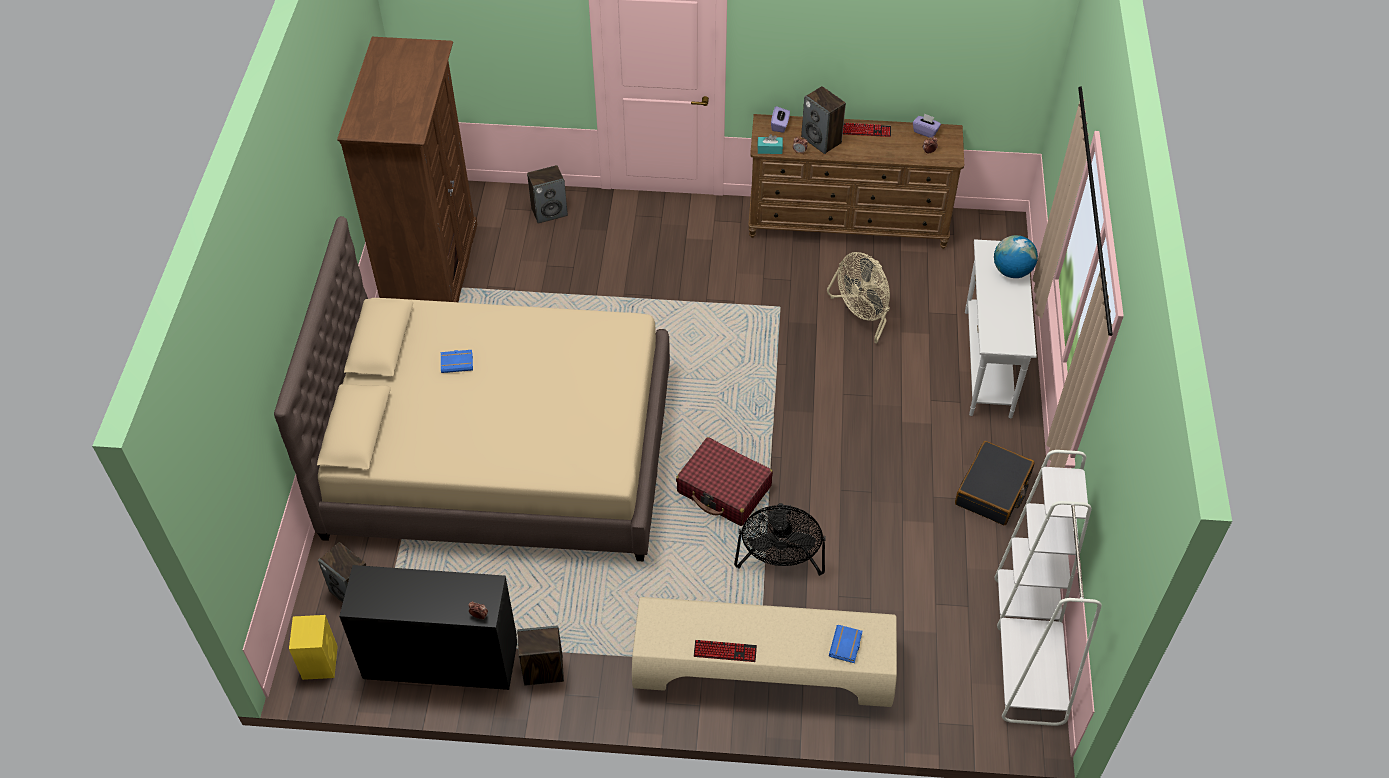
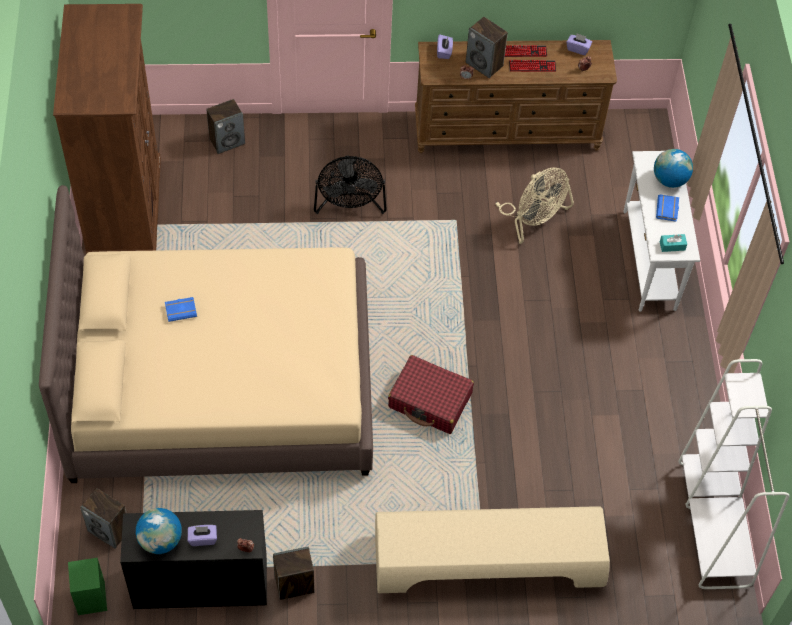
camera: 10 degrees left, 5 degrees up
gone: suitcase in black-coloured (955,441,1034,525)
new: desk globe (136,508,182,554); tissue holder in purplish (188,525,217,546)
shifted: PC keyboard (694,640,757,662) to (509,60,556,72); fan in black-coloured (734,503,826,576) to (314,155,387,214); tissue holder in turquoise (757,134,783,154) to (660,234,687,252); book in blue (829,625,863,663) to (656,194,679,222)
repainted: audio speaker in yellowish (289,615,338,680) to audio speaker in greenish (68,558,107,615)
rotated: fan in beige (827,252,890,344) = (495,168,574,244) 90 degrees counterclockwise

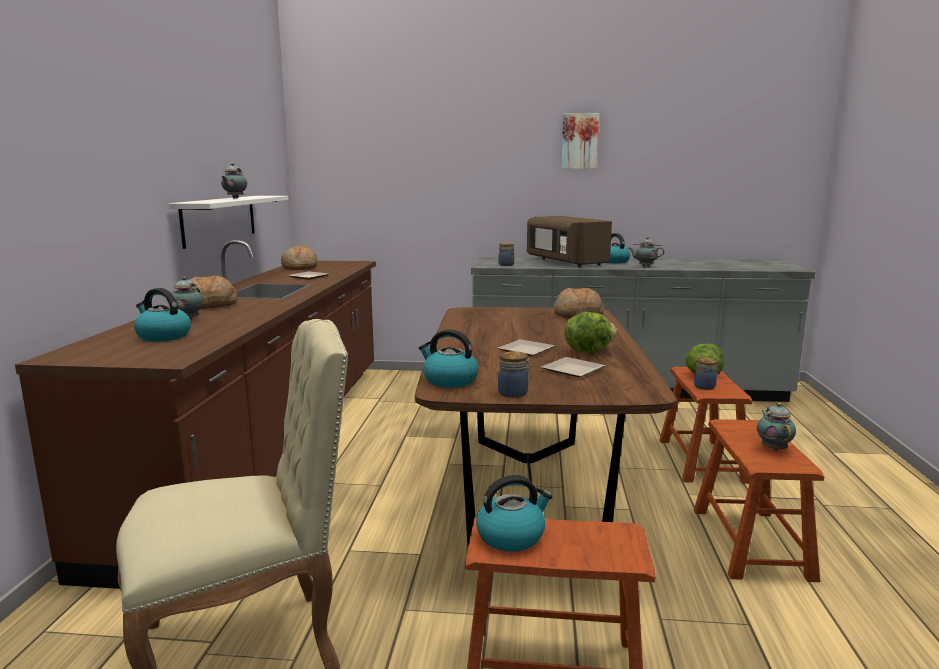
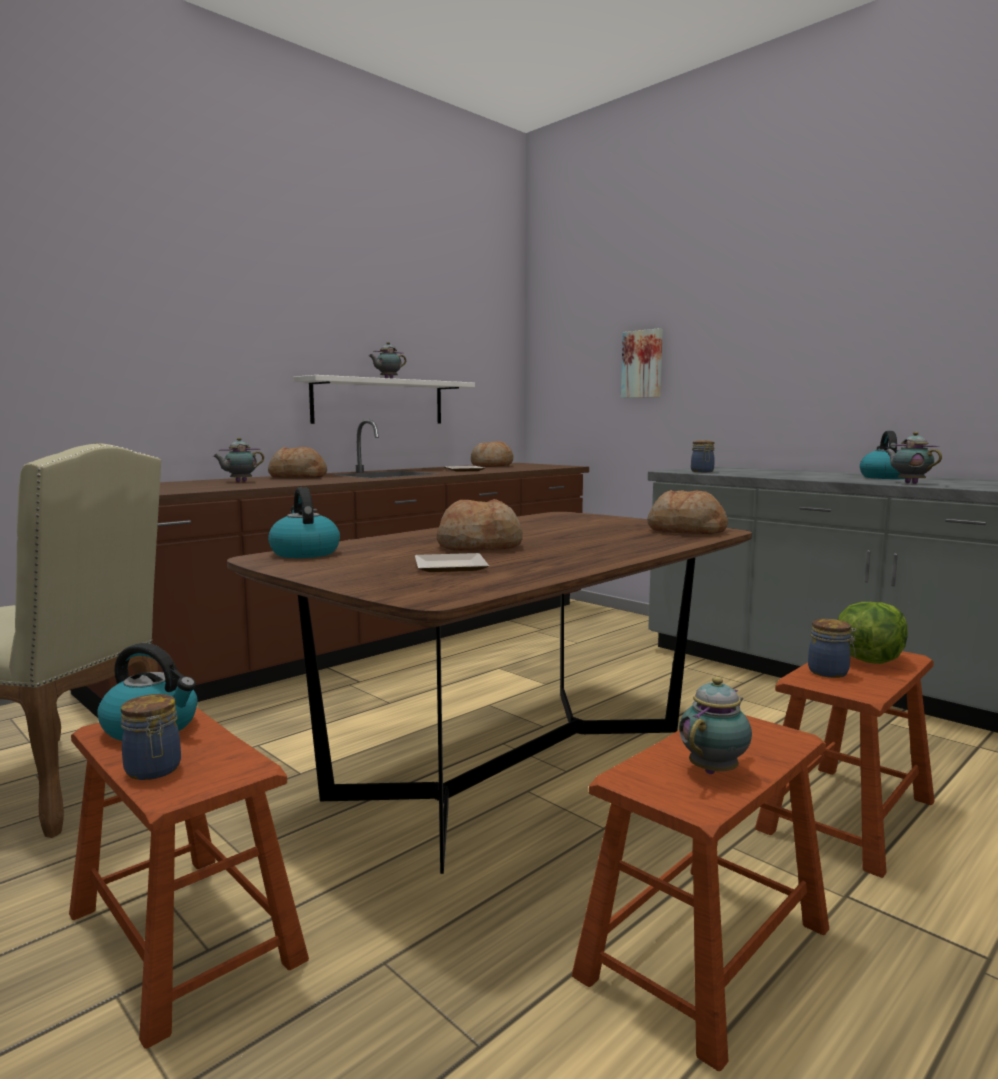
camera: 40 degrees right, 5 degrees down
gone: tea kettle (134,288,191,342); microwave oven in brownish (527,216,612,267); lettuce head (565,312,617,353)
shifted: preserve jar (498,351,532,398) to (121,694,181,780); wall art (561,113,599,169) to (621,328,663,398)
swapped: plate (498,339,554,356) to bakery bread (436,499,523,551)

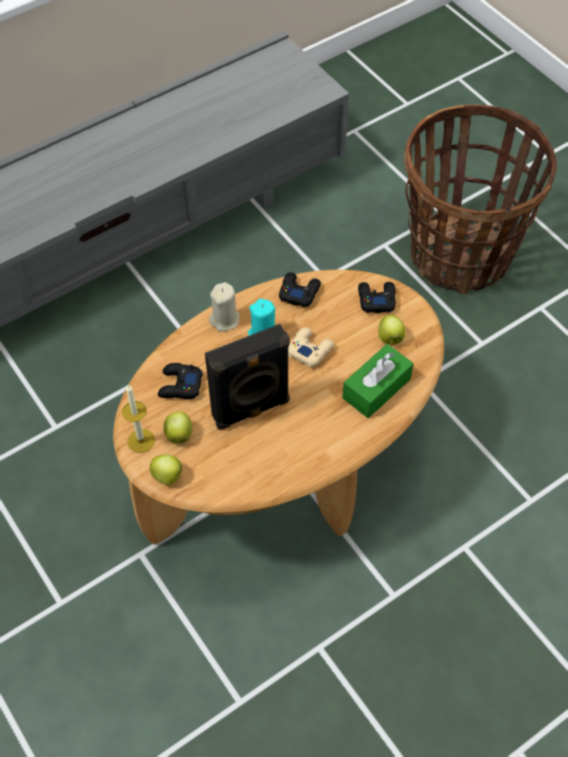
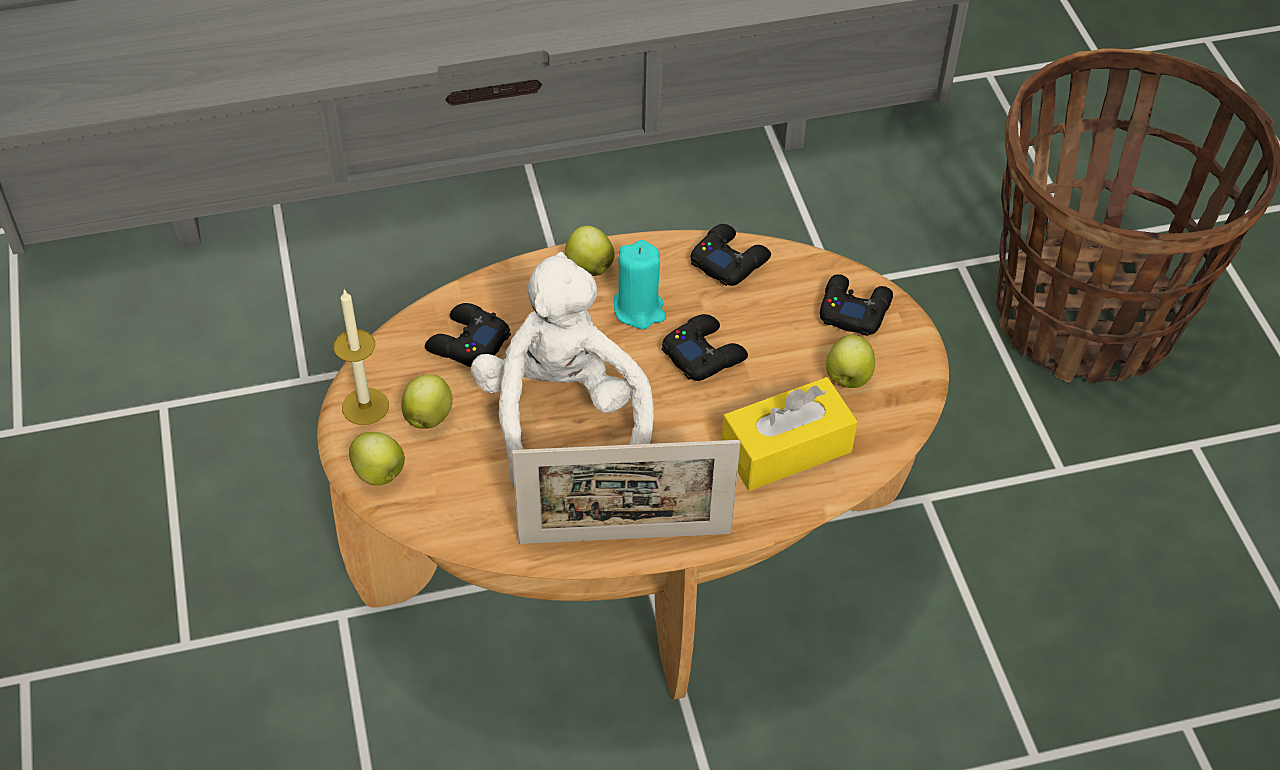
camera: 20 degrees right, 5 degrees down
new: picture frame (512,440,740,544)
swapped: audio speaker in black-coloured (205,324,290,430) to soft toy in white (471,252,654,484); wax candle in beige (209,282,240,332) to apple fruit (565,226,615,276)
repainted: game controller in beige (288,327,334,367) to game controller in black-coloured (662,314,748,381); tissue holder in greenish (342,344,413,418) to tissue holder in yellowish (721,377,858,490)

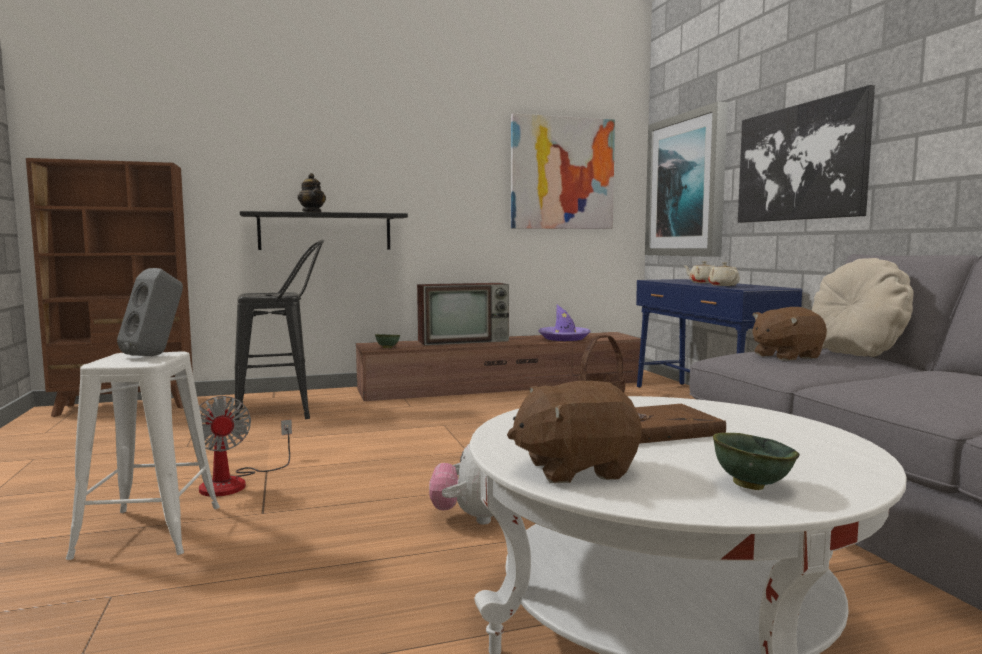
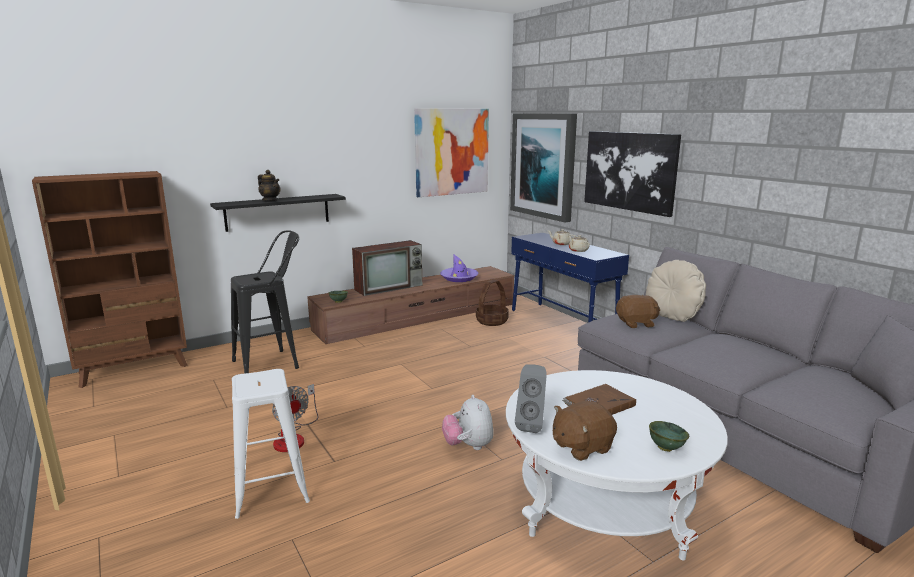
camera: 15 degrees left, 10 degrees up
shifted: audio speaker in gray (117,268,183,356) to (515,364,547,433)
rotated: soft toy in brownish (753,307,827,361) = (616,294,660,328) 150 degrees counterclockwise

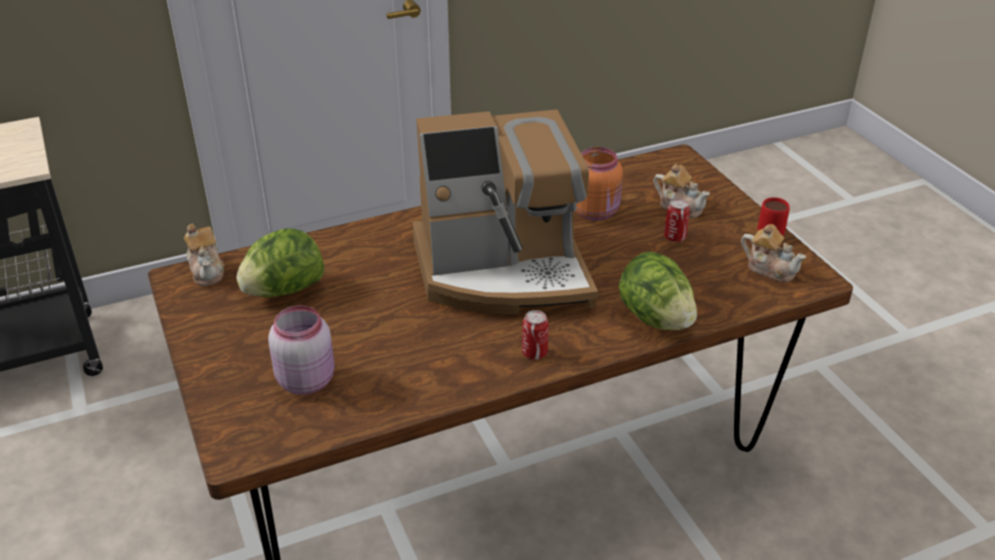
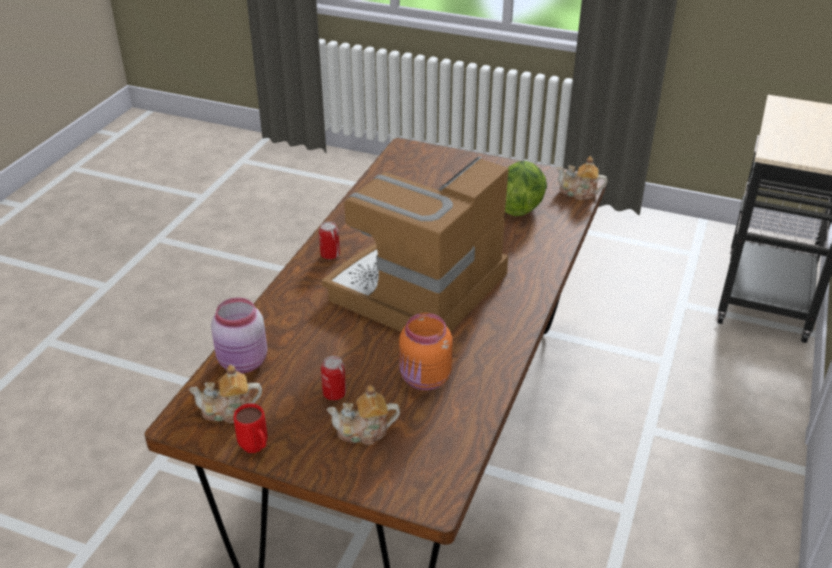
camera: 135 degrees right, 0 degrees up
gone: lettuce head (619,251,697,330)
shifted: preserve jar in pinkish (268,305,335,395) to (211,298,267,373)

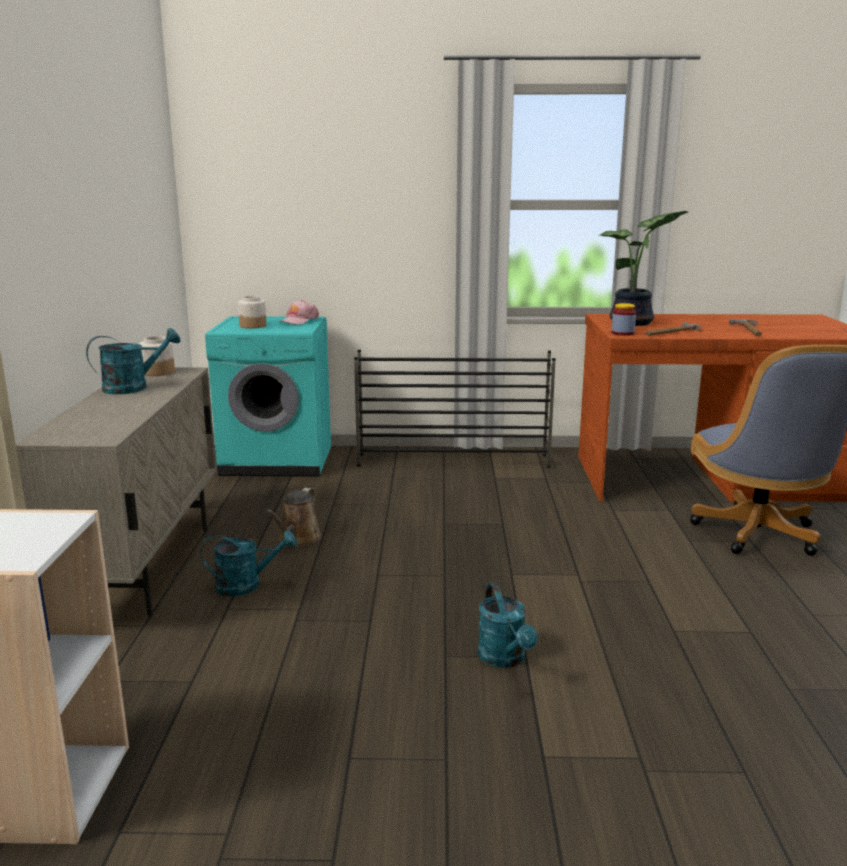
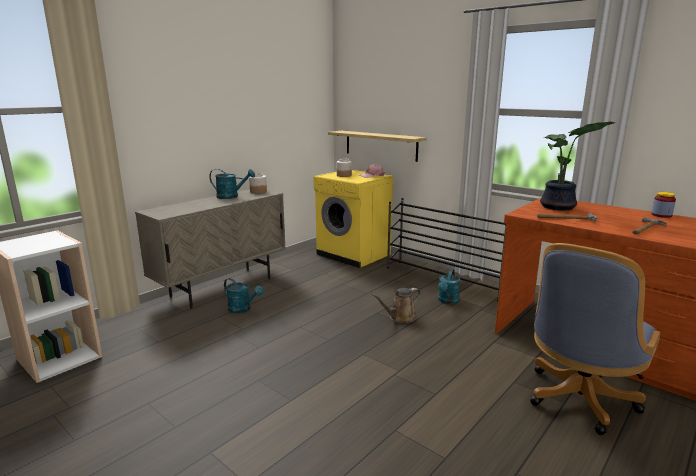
camera: 40 degrees right, 0 degrees up
new: wall shelf (328,131,427,162)
shifted: sprinkling can in brownish (265,488,322,547) to (372,288,421,323); sprinkling can in turquoise (478,583,538,668) to (438,269,460,304); preserve jar (611,303,636,336) to (651,192,676,218)
repainted: washing machine in turquoise (205,316,331,477) to washing machine in yellowish (314,170,393,268)

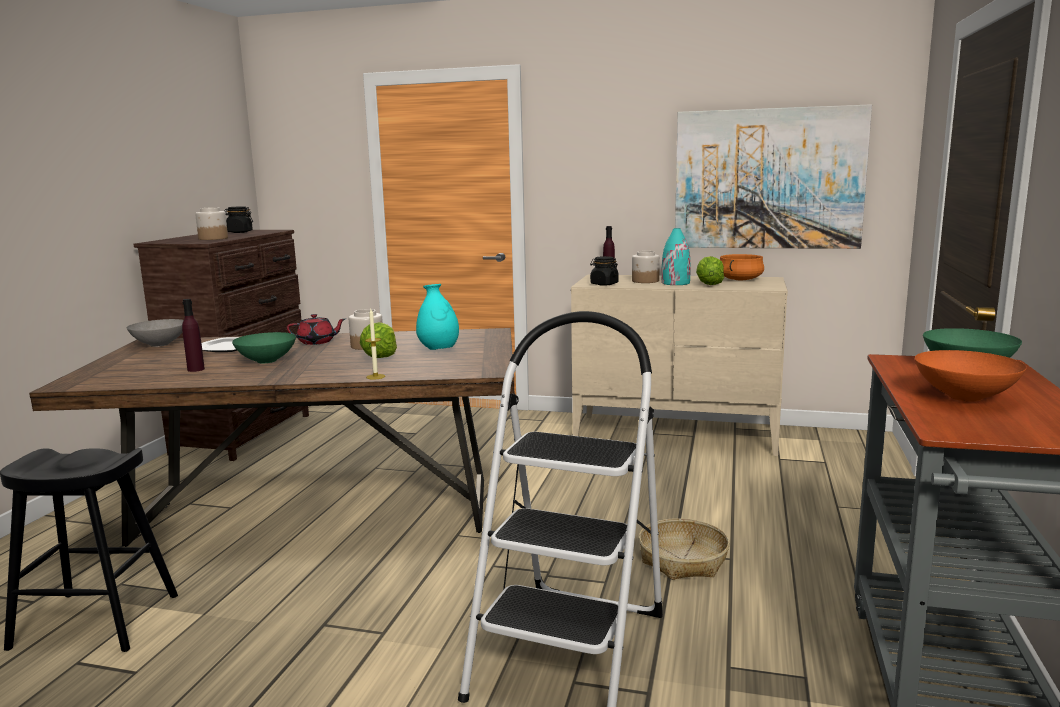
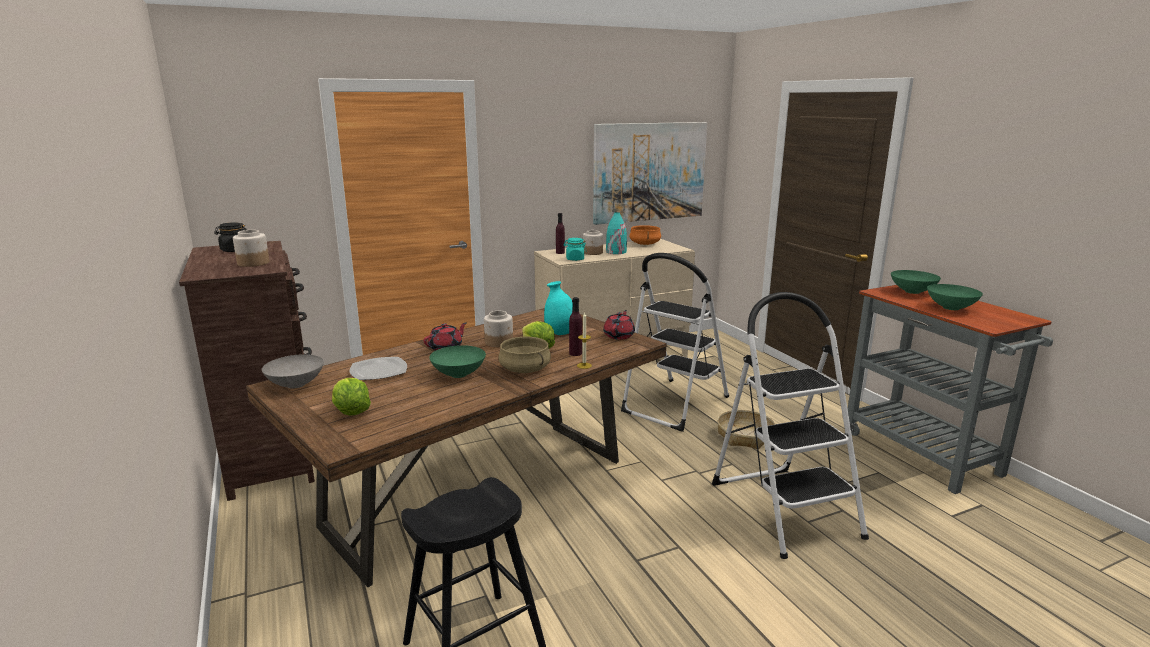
camera: 40 degrees left, 5 degrees up
new: cooking pot in beige (498,337,551,373); tea pot in red-coloured (603,310,635,340); step stool (621,253,729,432)
shifted: beverage bottle in purplish (182,299,205,372) to (569,297,582,356); lettuce head (696,256,724,285) to (332,378,371,416)
repainted: preserve jar in black-coloured (590,256,619,286) to preserve jar in turquoise (563,238,587,261); deep dish in orange-coloured (915,350,1027,402) to deep dish in greenish (927,284,983,310)

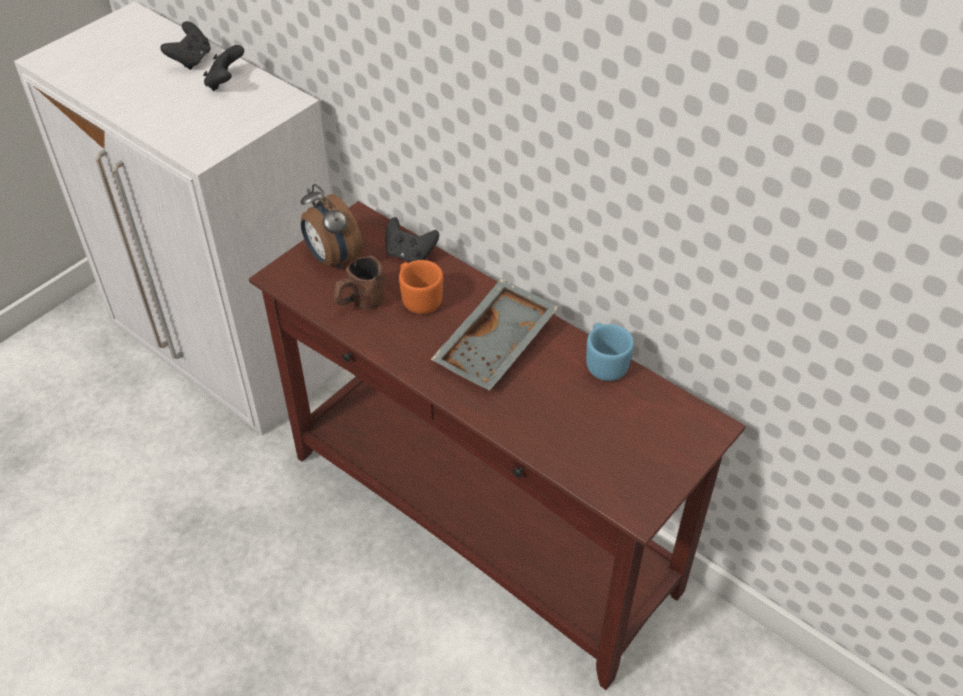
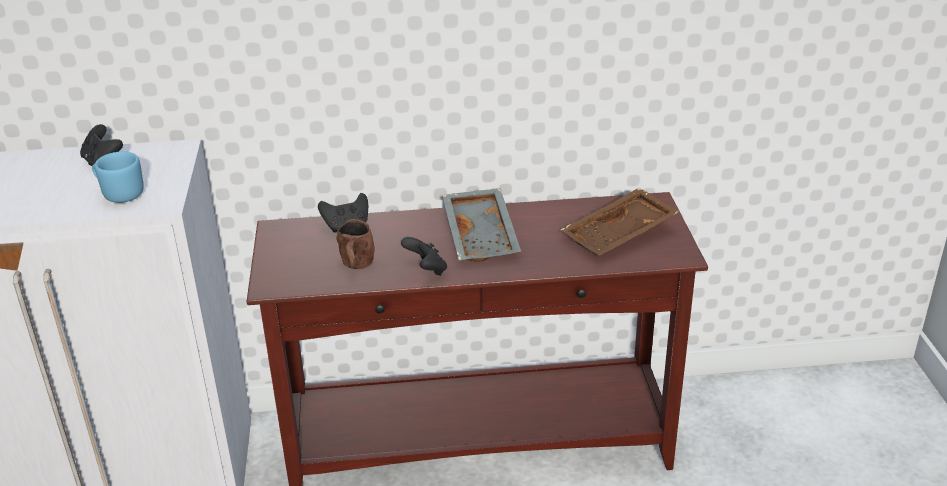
camera: 45 degrees left, 15 degrees down
gone: bedside clock (301,184,363,270); mug in orange-coloured (399,260,443,314)
new: carrying tray in brownish (561,188,680,256)
shifted: game controller in black-coloured (160,21,211,70) to (401,237,447,275); mug in blue (586,323,634,381) to (92,151,144,203)

